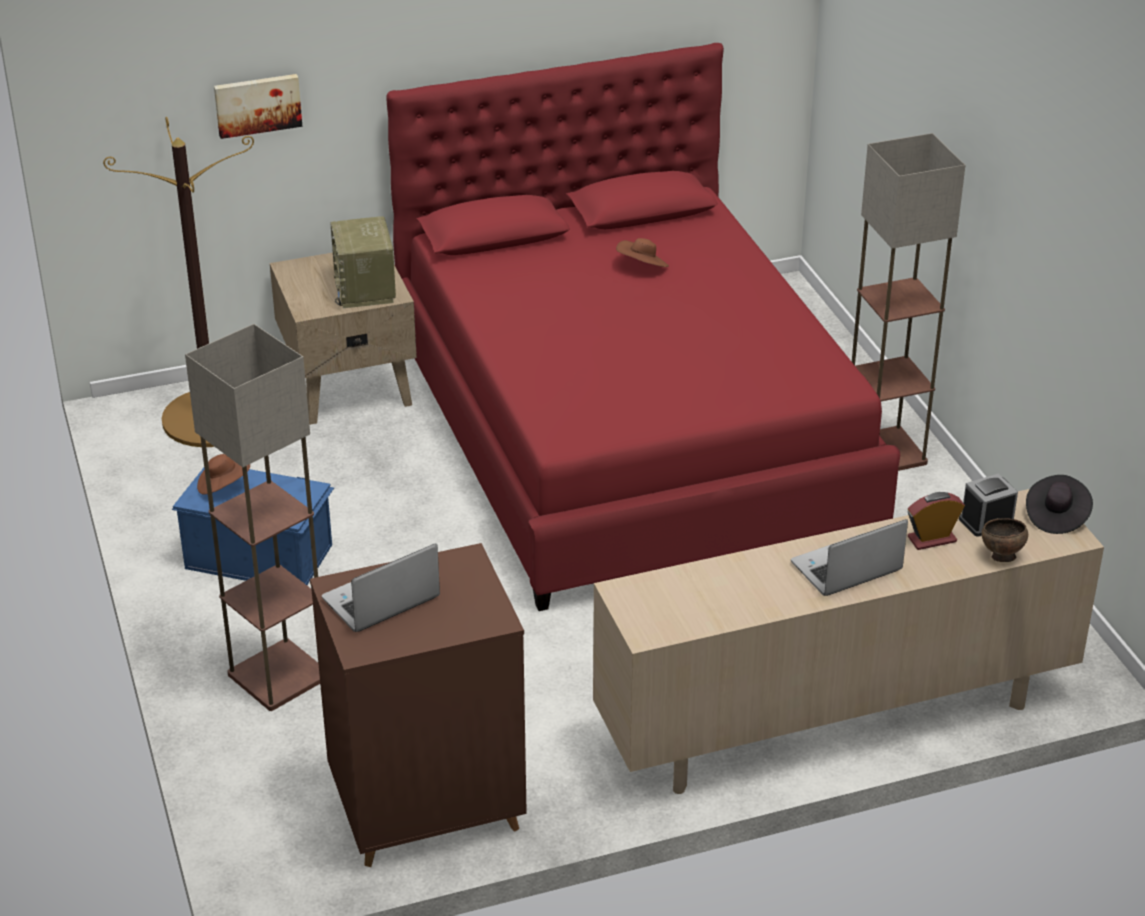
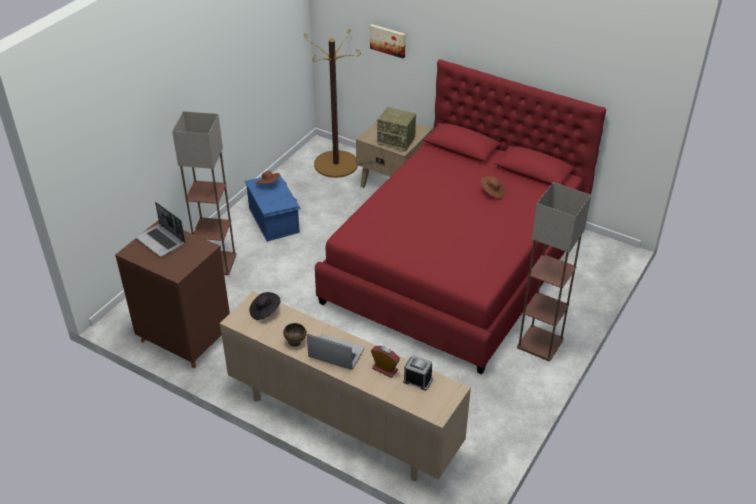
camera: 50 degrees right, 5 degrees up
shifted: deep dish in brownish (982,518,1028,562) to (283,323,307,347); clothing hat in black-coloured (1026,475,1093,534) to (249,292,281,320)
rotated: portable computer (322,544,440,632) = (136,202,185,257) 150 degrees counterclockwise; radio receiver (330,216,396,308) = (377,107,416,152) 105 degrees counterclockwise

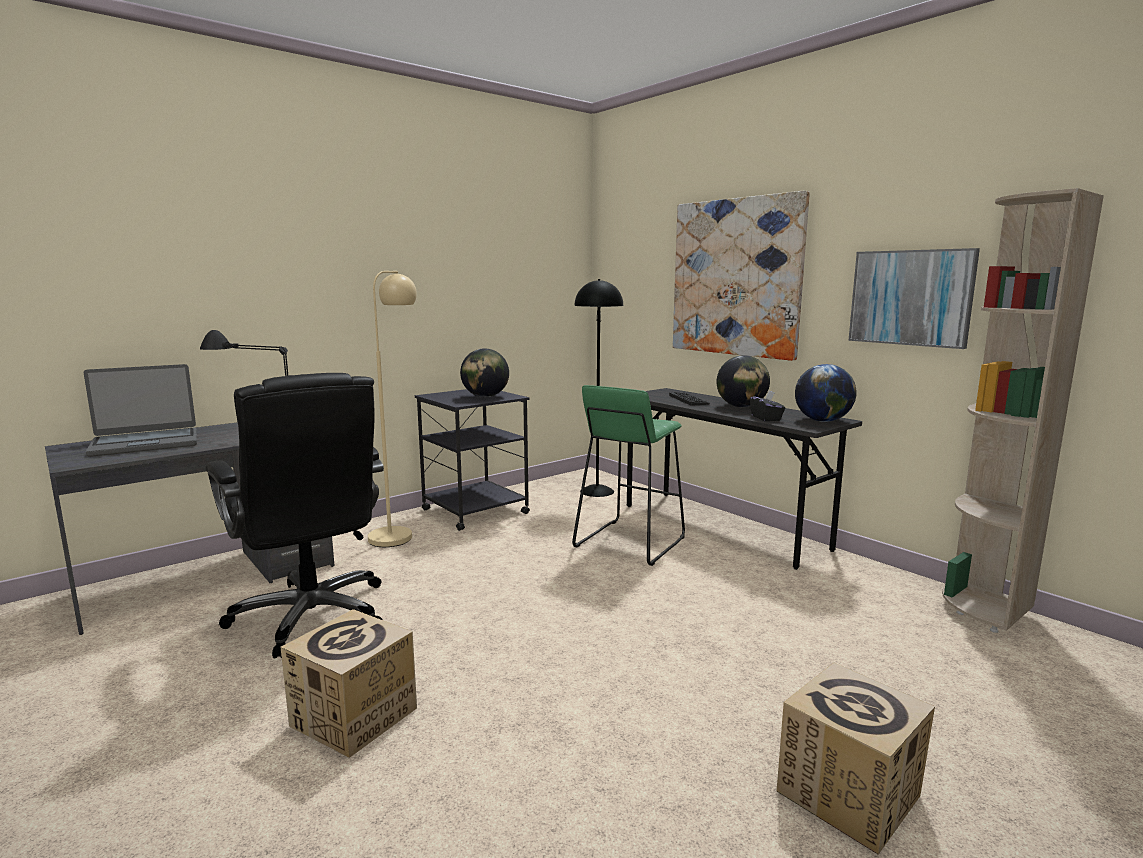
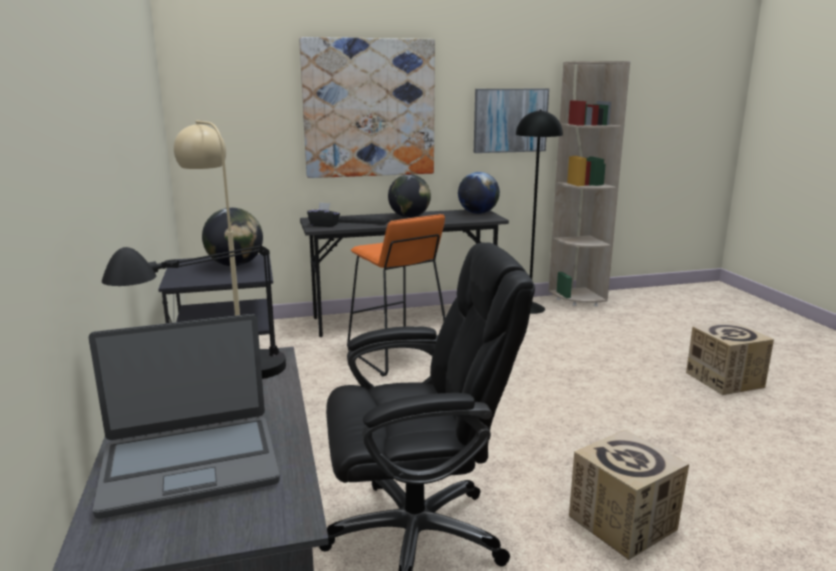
camera: 65 degrees left, 5 degrees up
shifted: standing lamp in black-coloured (574,279,623,497) to (516,109,563,314); tissue holder in black-coloured (750,390,785,421) to (307,202,340,227)
repainted: stool in greenish (572,385,685,566) to stool in orange-coloured (347,214,445,376)
rotated: portable computer (84,364,197,457) = (89,314,280,519) 75 degrees clockwise

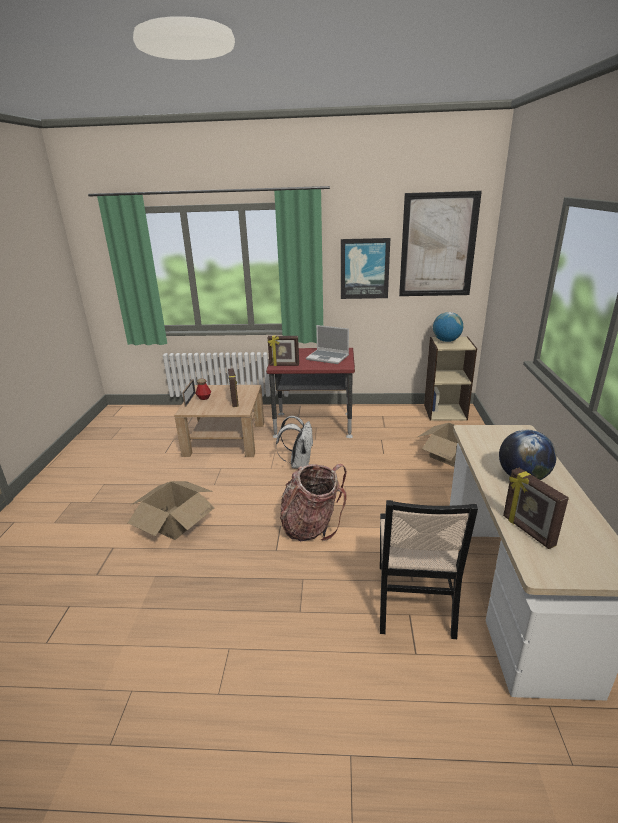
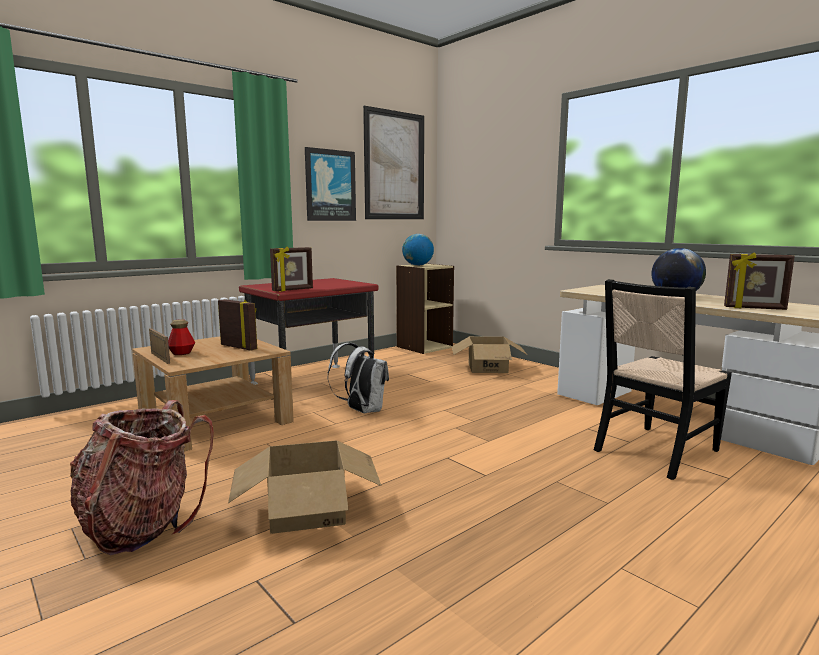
camera: 45 degrees left, 15 degrees down
gone: portable computer (306,325,349,364)
shifted: rucksack (280,464,347,542) to (70,400,214,555)
rotated: plain chair (380,500,478,639) = (594,279,732,480) 90 degrees clockwise

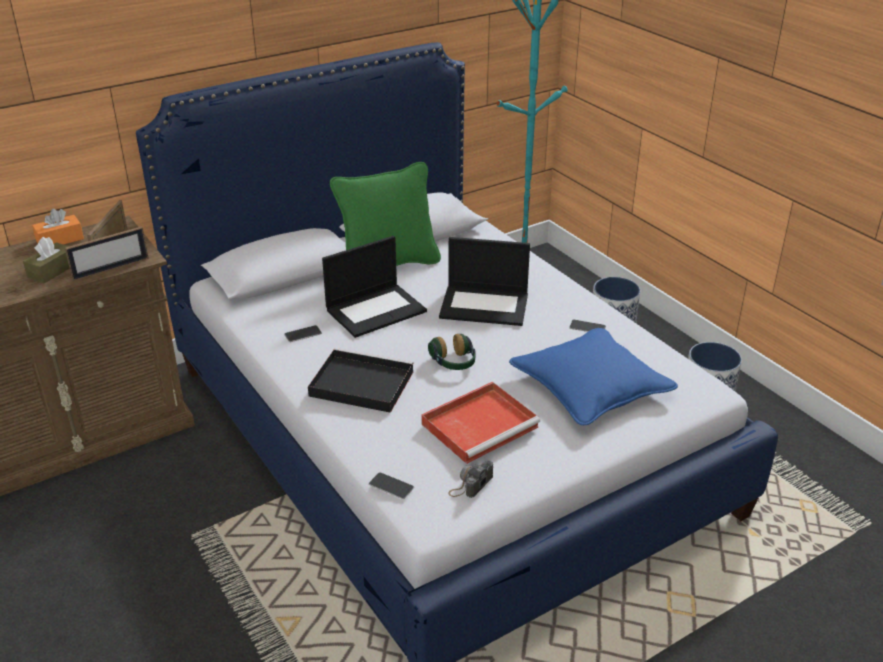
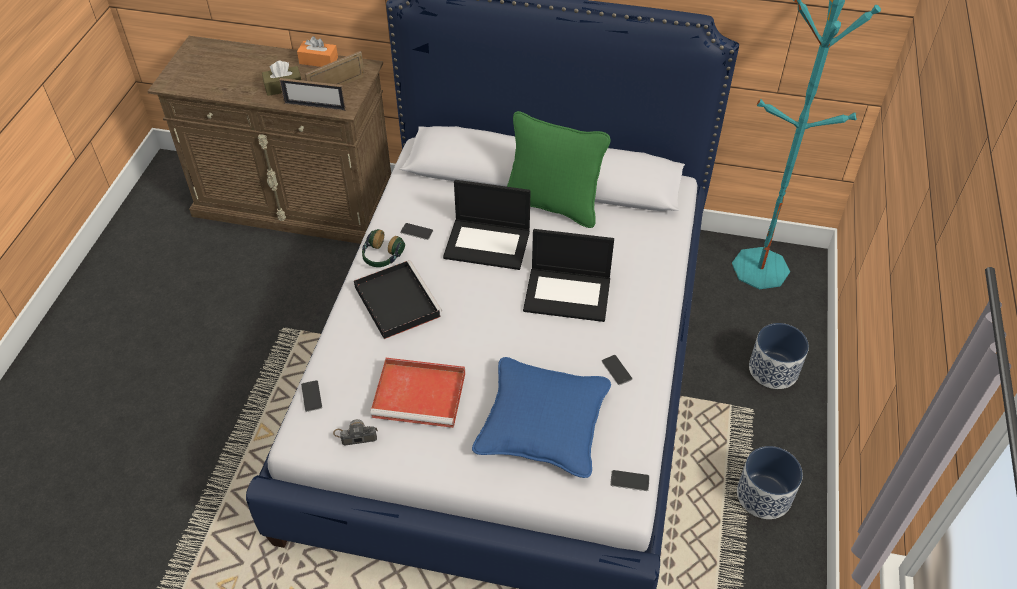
camera: 45 degrees right, 15 degrees up
new: phone (610,470,650,491)
shifted: pair of headphones (428,334,476,370) to (362,229,405,267)
rotated: portable computer (439,237,530,326) = (523,229,614,322) 45 degrees counterclockwise

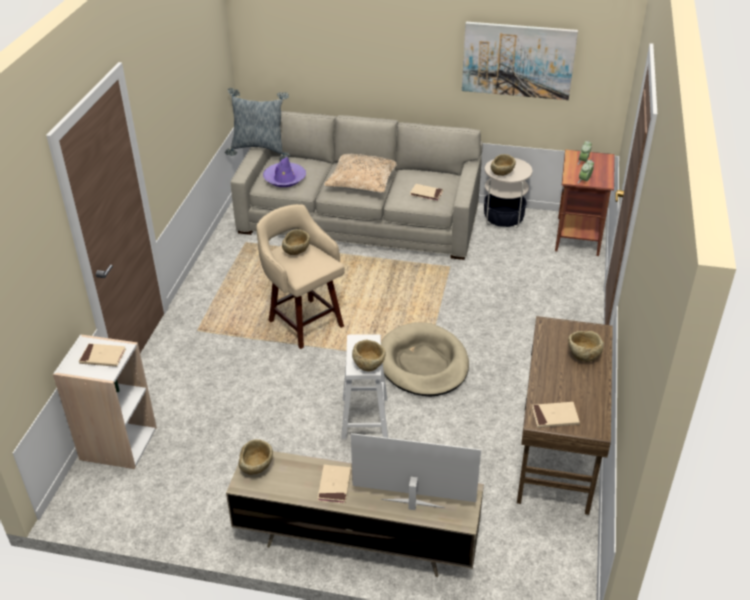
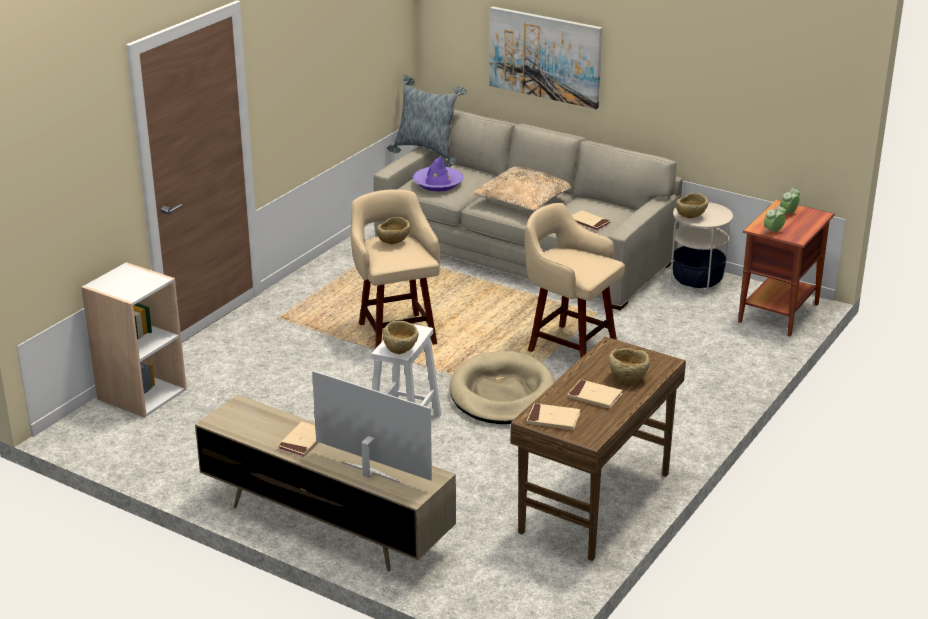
camera: 20 degrees right, 10 degrees down
gone: deep dish in beige (239,439,273,475)
new: stool in beige (525,203,625,359)
shifted: book in beige (79,343,126,367) to (567,379,623,409); wall art (462,22,578,100) to (489,6,602,109)

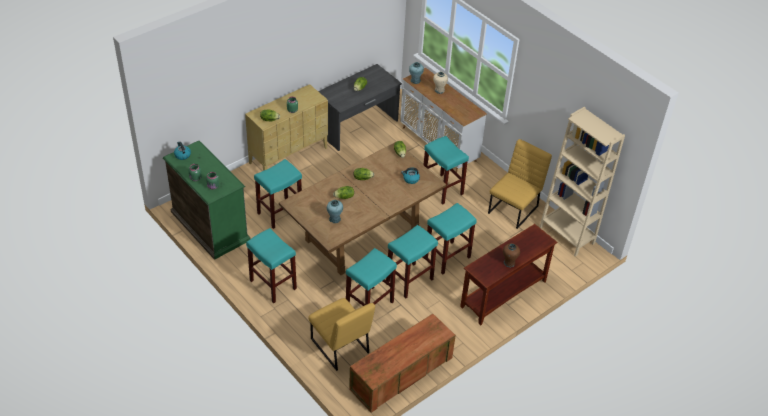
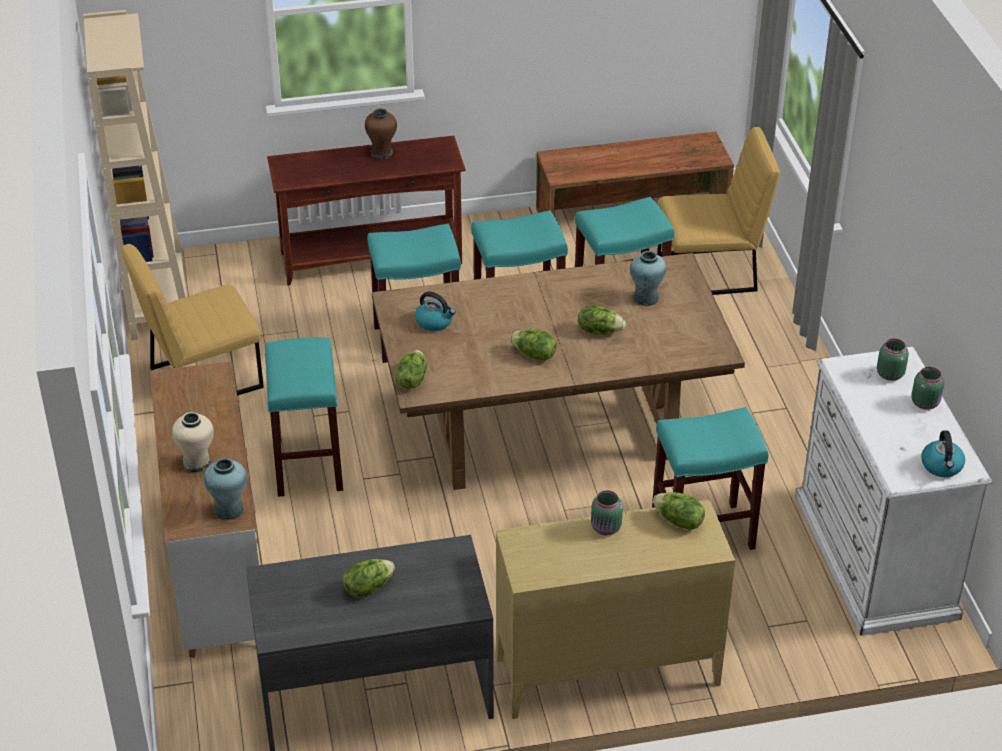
camera: 150 degrees left, 5 degrees down
gone: stool in turquoise (246,228,297,304)
repainted: dresser in greenish (163,141,250,260) to dresser in white (795,347,993,636)
rotated: plain chair in yellowish (308,298,375,371) = (657,127,780,295) 90 degrees clockwise

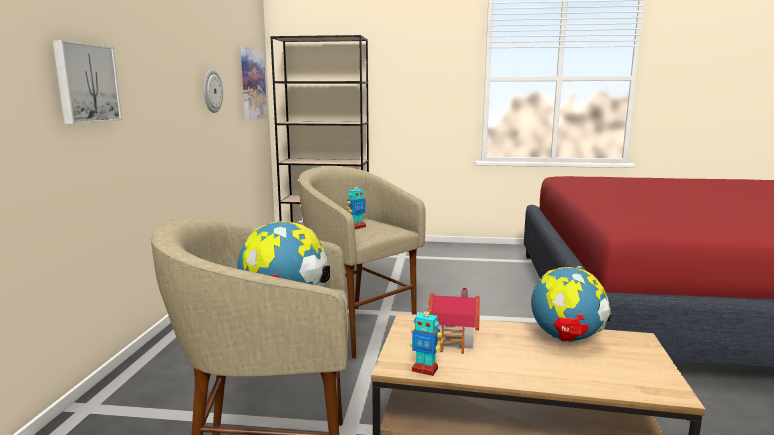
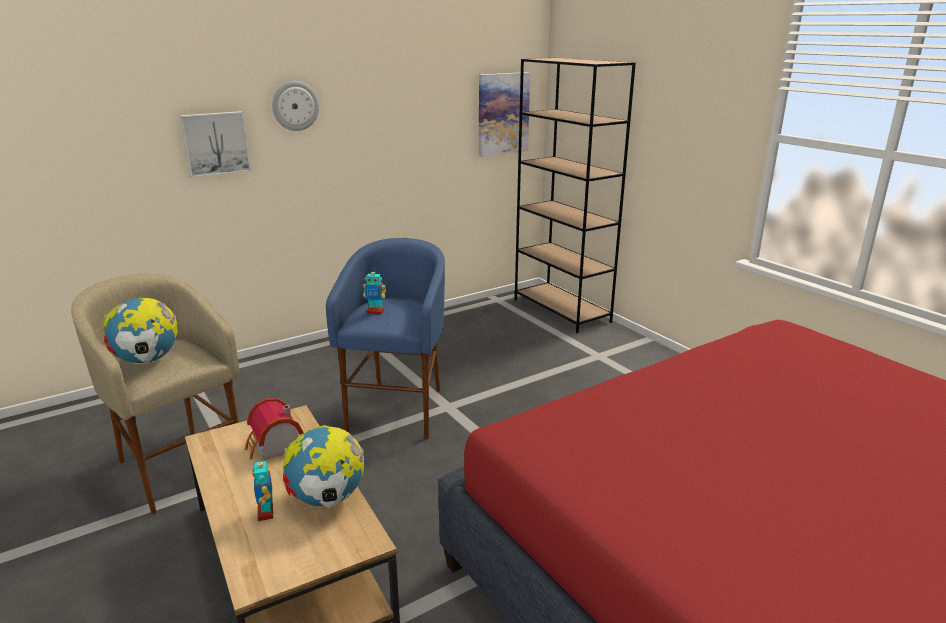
camera: 50 degrees right, 10 degrees up
shifted: hanging clock (203,69,223,113) to (272,81,319,131); model robot (409,306,443,376) to (253,458,273,521)
repainted: stool in beige (299,166,426,358) to stool in blue (326,238,445,439)

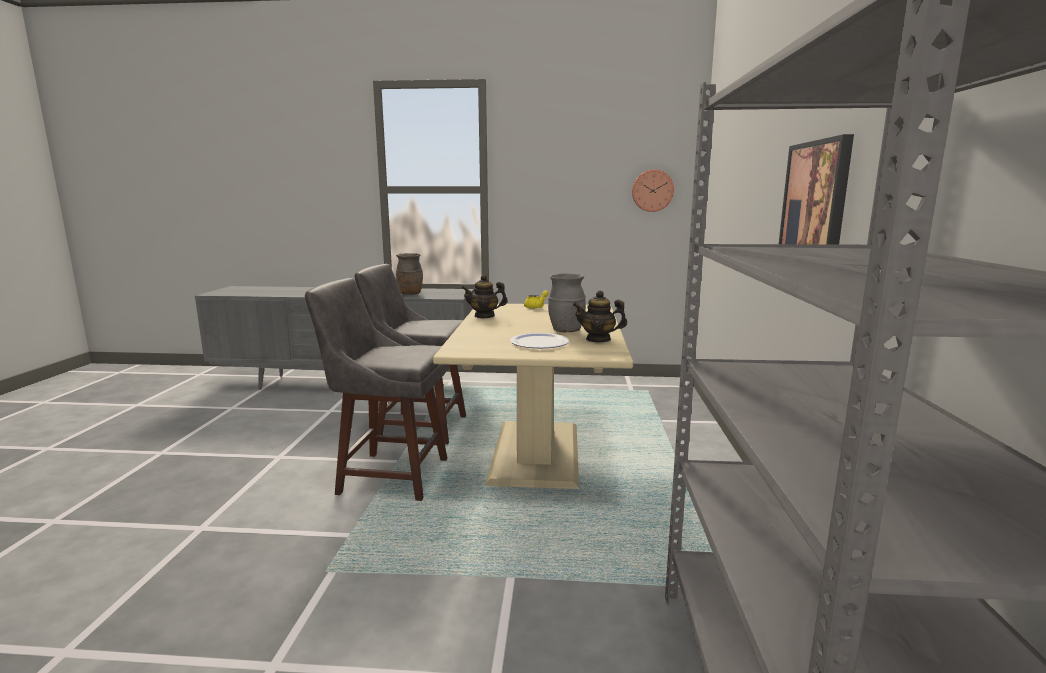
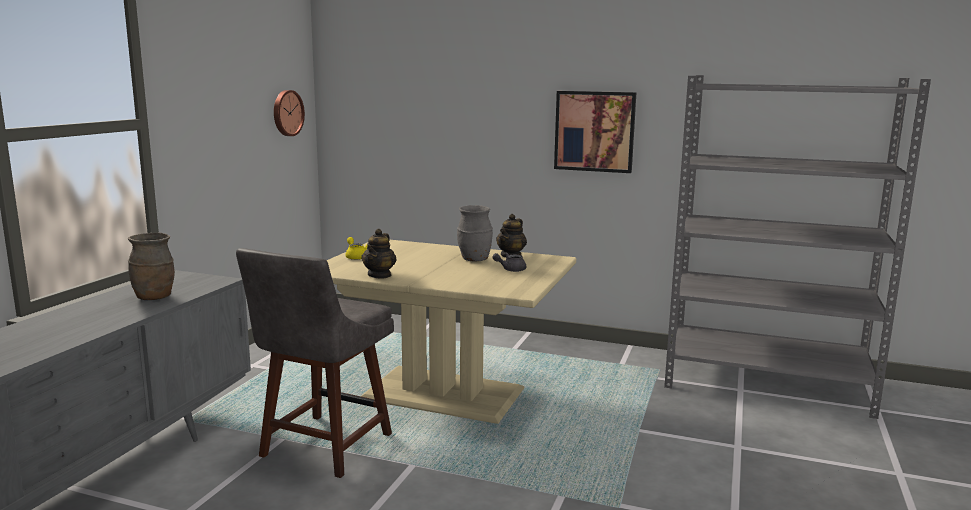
camera: 75 degrees left, 0 degrees up
gone: stool in gray (305,278,450,501)
swapped: plate (510,333,569,348) to tea pot in gray (492,253,526,272)

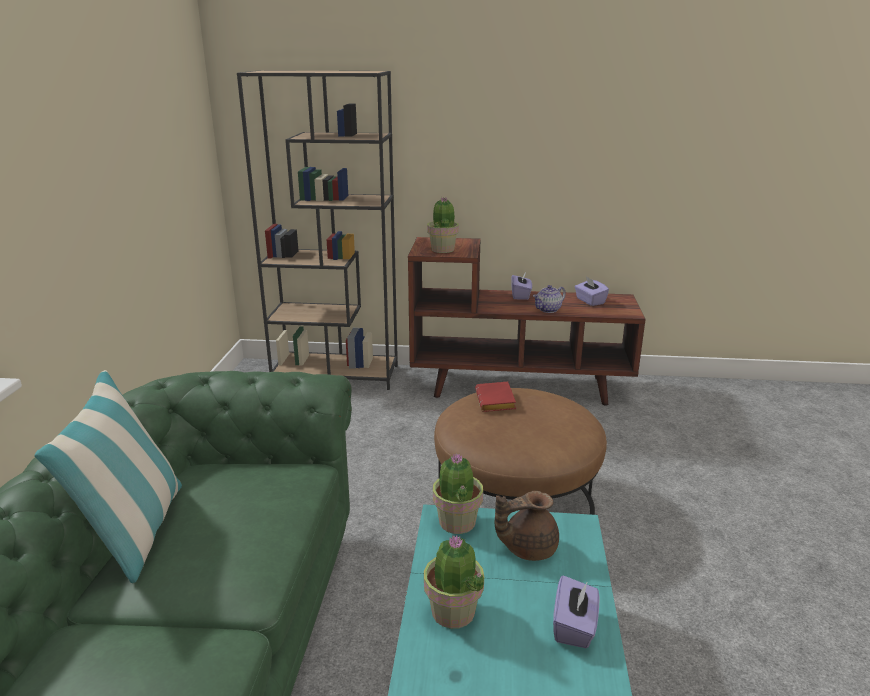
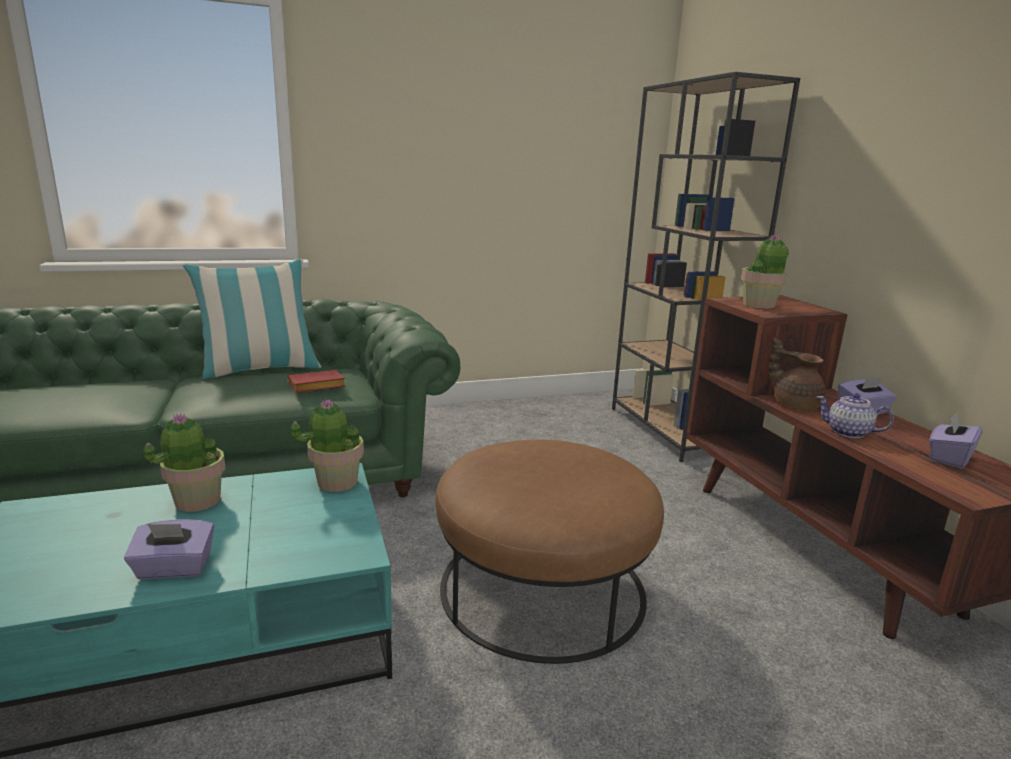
camera: 65 degrees right, 5 degrees down
shifted: book in red-coloured (475,382,516,412) to (287,370,345,393); tea pot in brownish (495,491,559,561) to (769,337,826,409)

